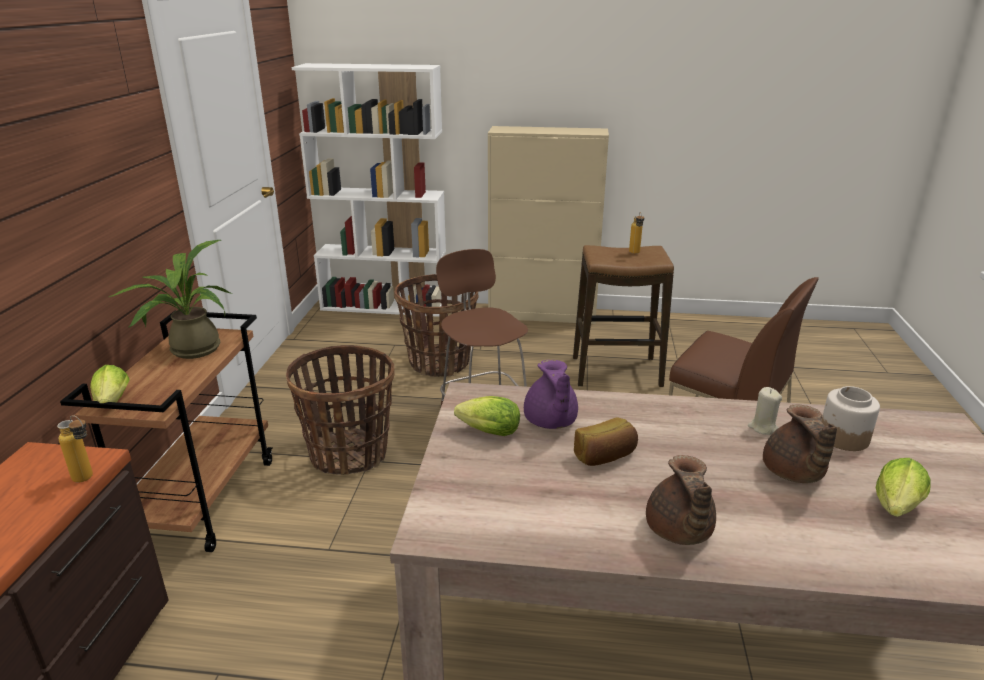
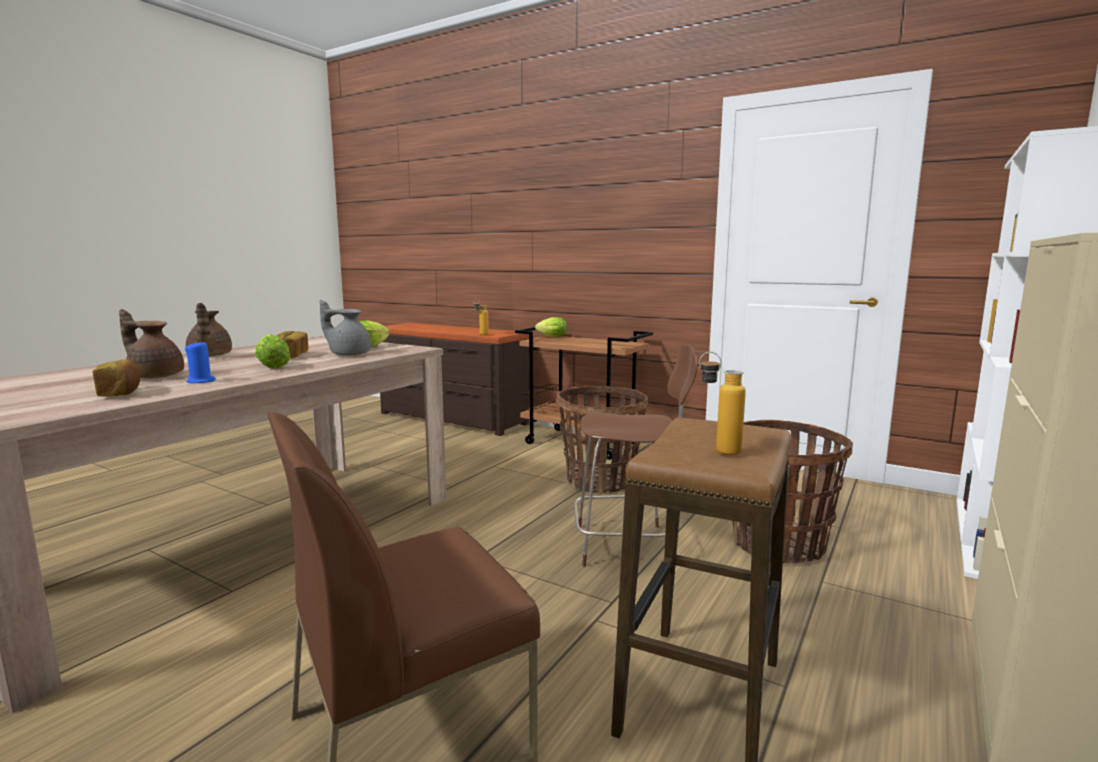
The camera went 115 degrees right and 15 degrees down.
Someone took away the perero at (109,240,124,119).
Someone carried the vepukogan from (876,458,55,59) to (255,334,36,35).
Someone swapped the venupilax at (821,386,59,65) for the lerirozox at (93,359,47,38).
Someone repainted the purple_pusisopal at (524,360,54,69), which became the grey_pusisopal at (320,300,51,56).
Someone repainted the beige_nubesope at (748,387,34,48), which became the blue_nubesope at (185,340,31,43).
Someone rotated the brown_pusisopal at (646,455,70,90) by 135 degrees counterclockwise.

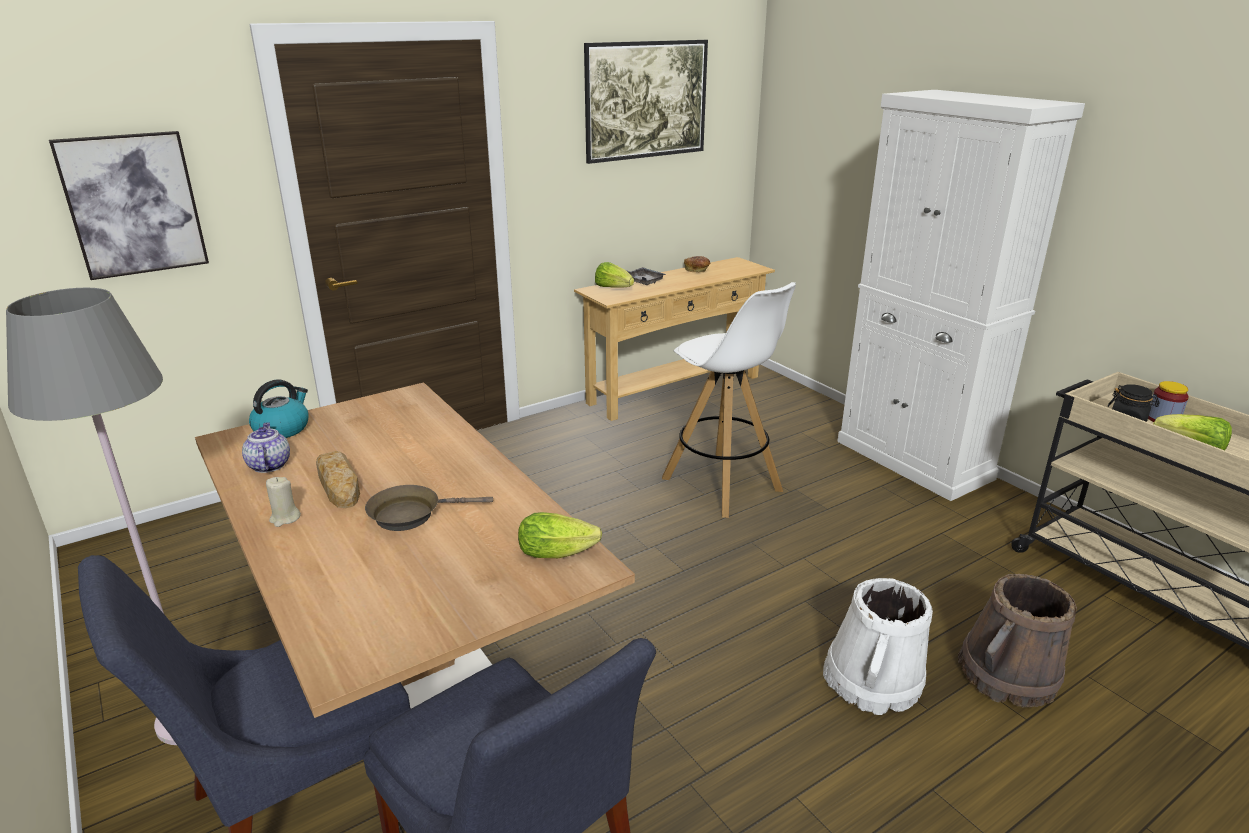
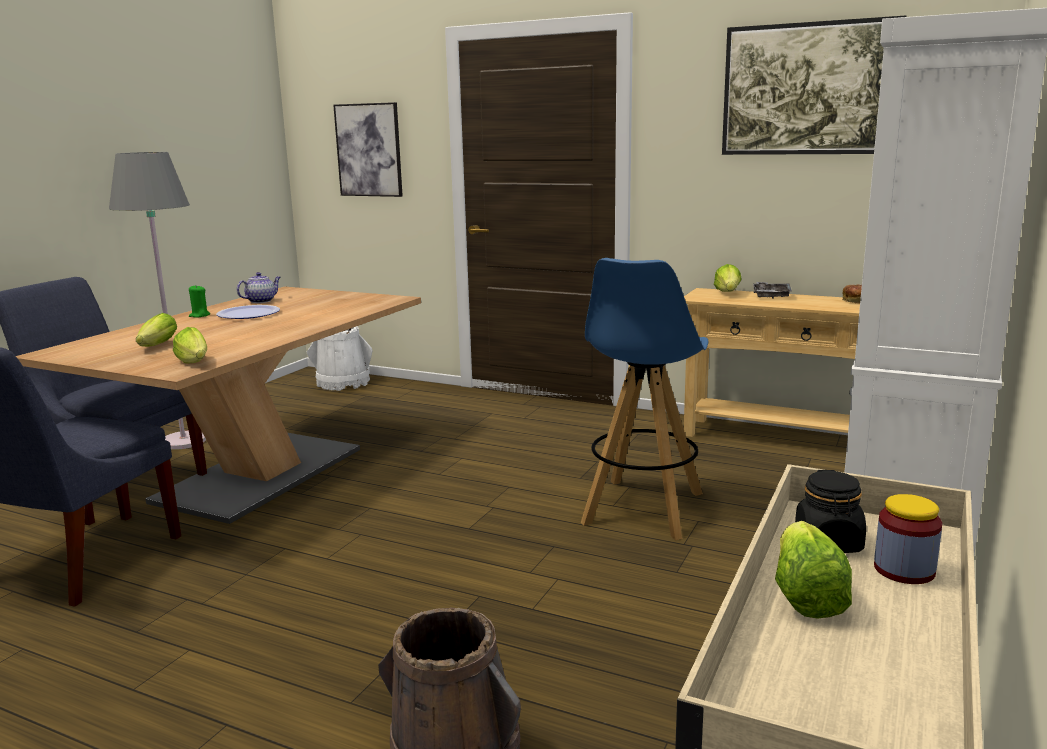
The camera went 60 degrees right and 10 degrees down.
Someone took away the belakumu at (249,379,60,59).
Someone took away the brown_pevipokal at (365,485,128,46).
Someone put down the vepukogan at (136,313,41,34).
Someone carried the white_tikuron from (823,578,110,137) to (307,326,66,65).
Someone swapped the lerirozox at (316,451,44,57) for the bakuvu at (216,305,64,14).
Someone repainted the beige_nubesope at (266,477,35,50), which became the green_nubesope at (189,286,21,31).
Someone repainted the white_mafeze at (662,282,134,236), which became the blue_mafeze at (581,258,127,282).

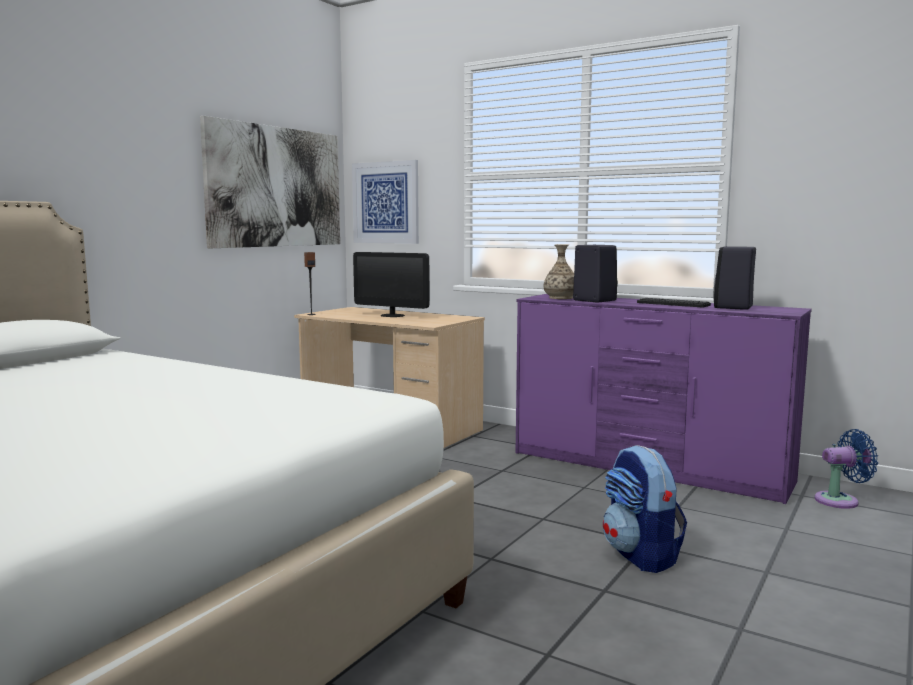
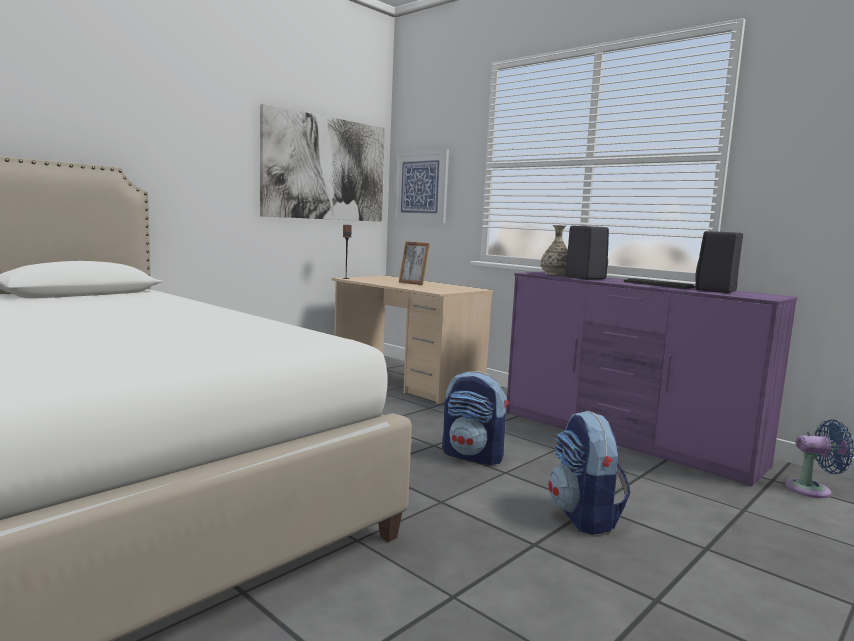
The camera went 10 degrees right and 0 degrees up.
Someone put down the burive at (442,371,67,94).
Someone swapped the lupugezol at (353,252,77,65) for the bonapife at (399,241,31,44).

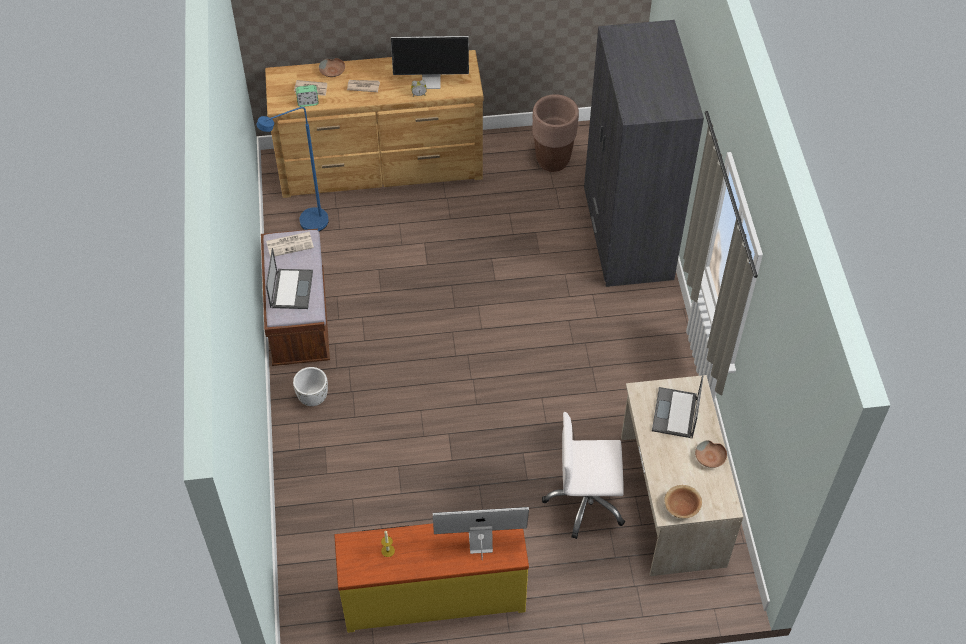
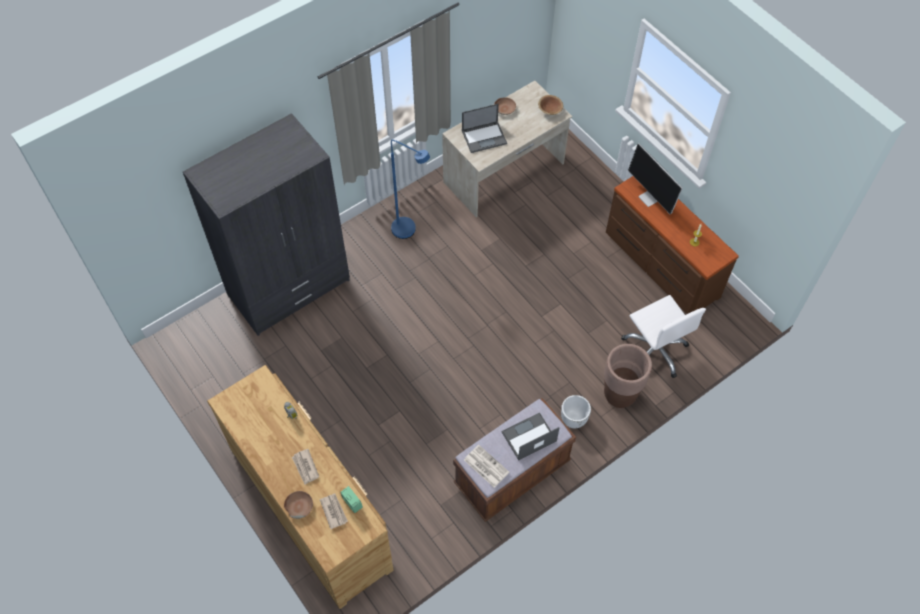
The camera went 120 degrees left and 5 degrees up.
Someone took away the lupugezol at (391,36,78,53).
Someone carried the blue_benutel from (256,107,73,124) to (391,139,39,100).
Someone carried the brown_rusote from (532,94,47,78) to (604,344,48,64).
Someone carried the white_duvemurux from (542,412,83,127) to (621,295,85,83).
Someone repainted the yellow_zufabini at (334,523,195,110), which became the brown_zufabini at (606,176,133,138).

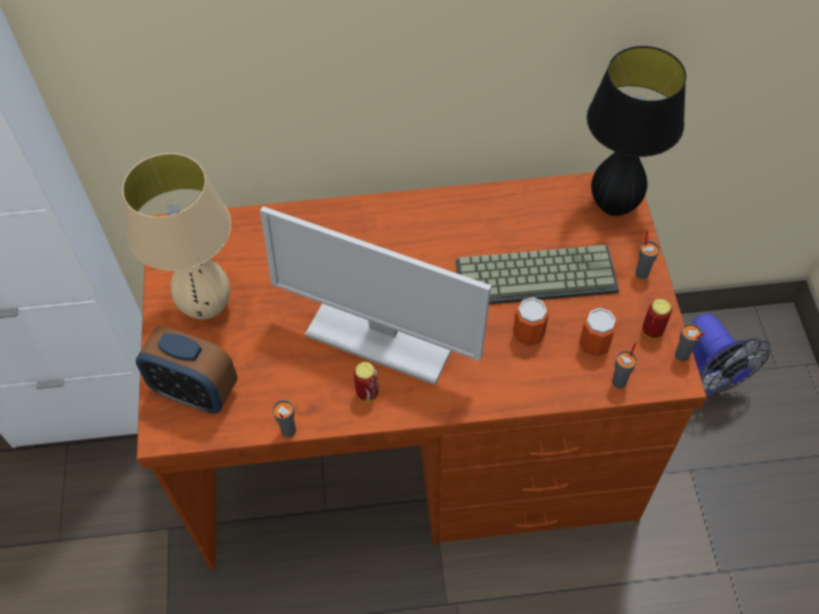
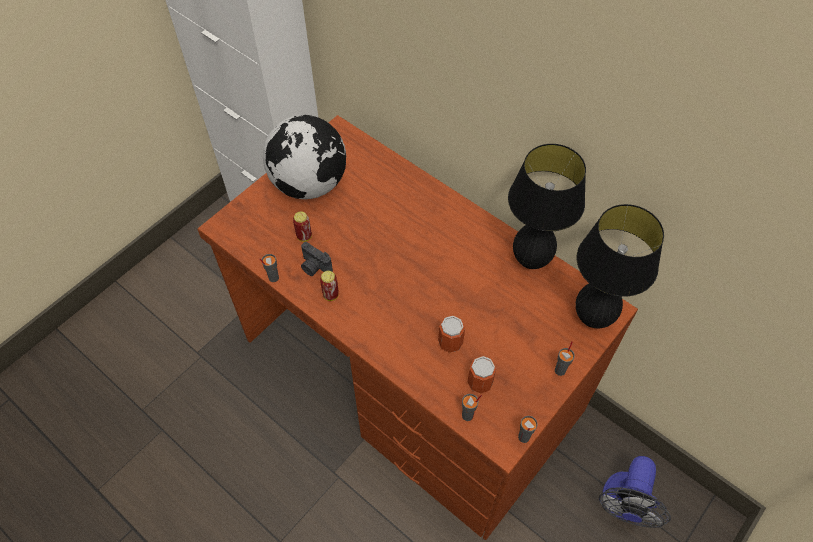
The camera went 45 degrees right and 0 degrees up.
Someone took away the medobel at (136,326,102,87).
Someone took away the lupugezol at (260,206,231,179).
Someone took away the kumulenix at (455,245,164,59).
Someone put down the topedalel at (301,242,32,34).
Someone put down the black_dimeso at (508,144,78,125).
Someone carried the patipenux from (642,299,30,40) to (293,212,19,30).
Someone swapped the beige_dimeso at (122,153,109,167) for the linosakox at (263,115,83,84).

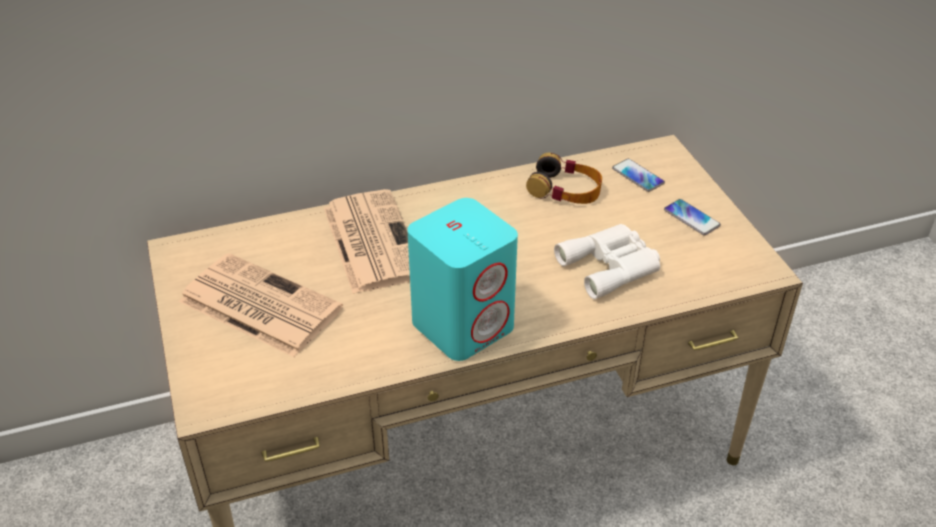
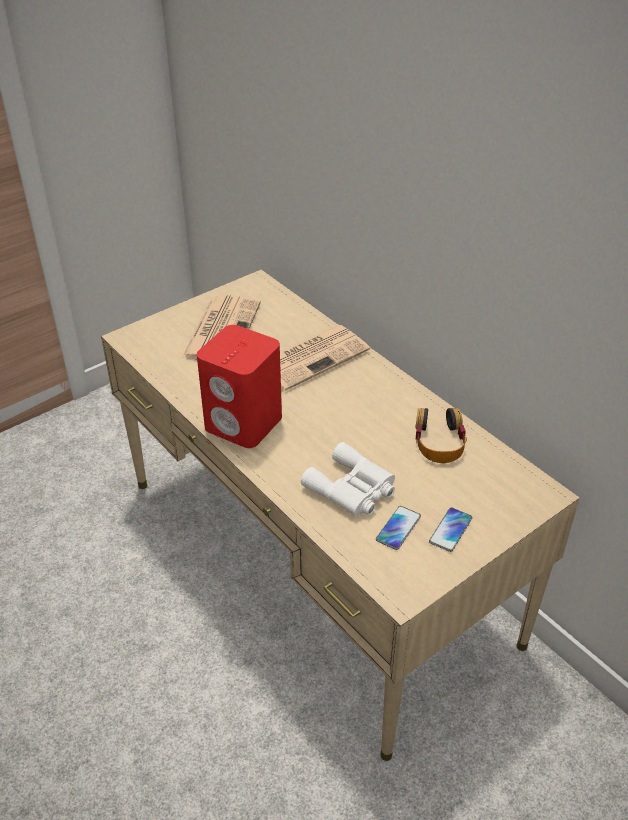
The camera went 70 degrees right and 0 degrees up.
Someone carried the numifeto from (612,159,53,33) to (376,506,45,44).
Someone repainted the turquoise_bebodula at (407,198,111,163), which became the red_bebodula at (197,325,85,123).

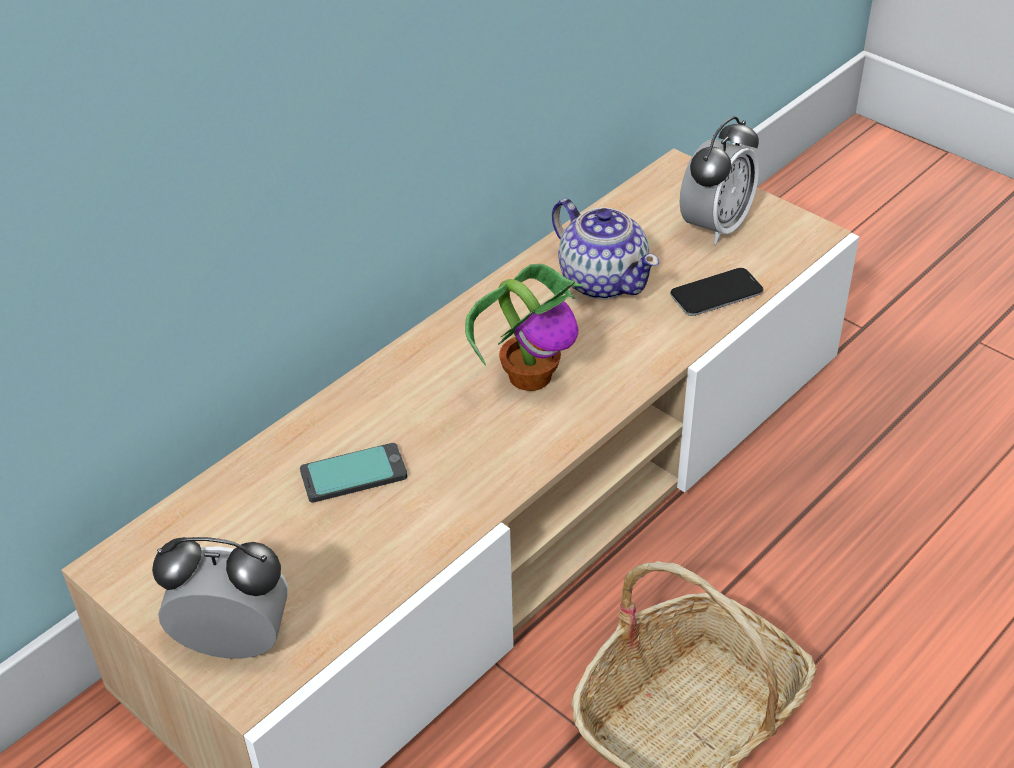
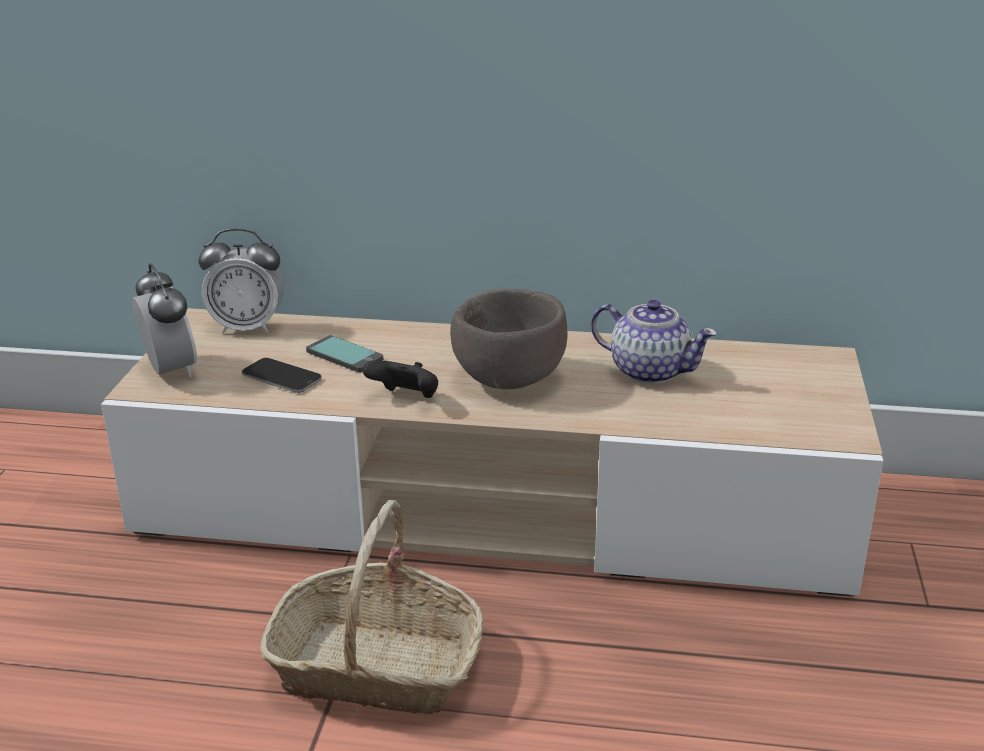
The camera went 55 degrees right and 15 degrees down.
Someone put down the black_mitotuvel at (363,361,75,37).
Someone carried the numifeto from (670,268,93,48) to (242,358,80,35).
Someone carried the medobel from (680,116,79,129) to (199,228,85,106).
Someone swapped the perero at (465,264,118,127) for the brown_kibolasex at (450,289,118,100).
Someone rotated the pusisopal at (552,199,107,100) by 75 degrees counterclockwise.

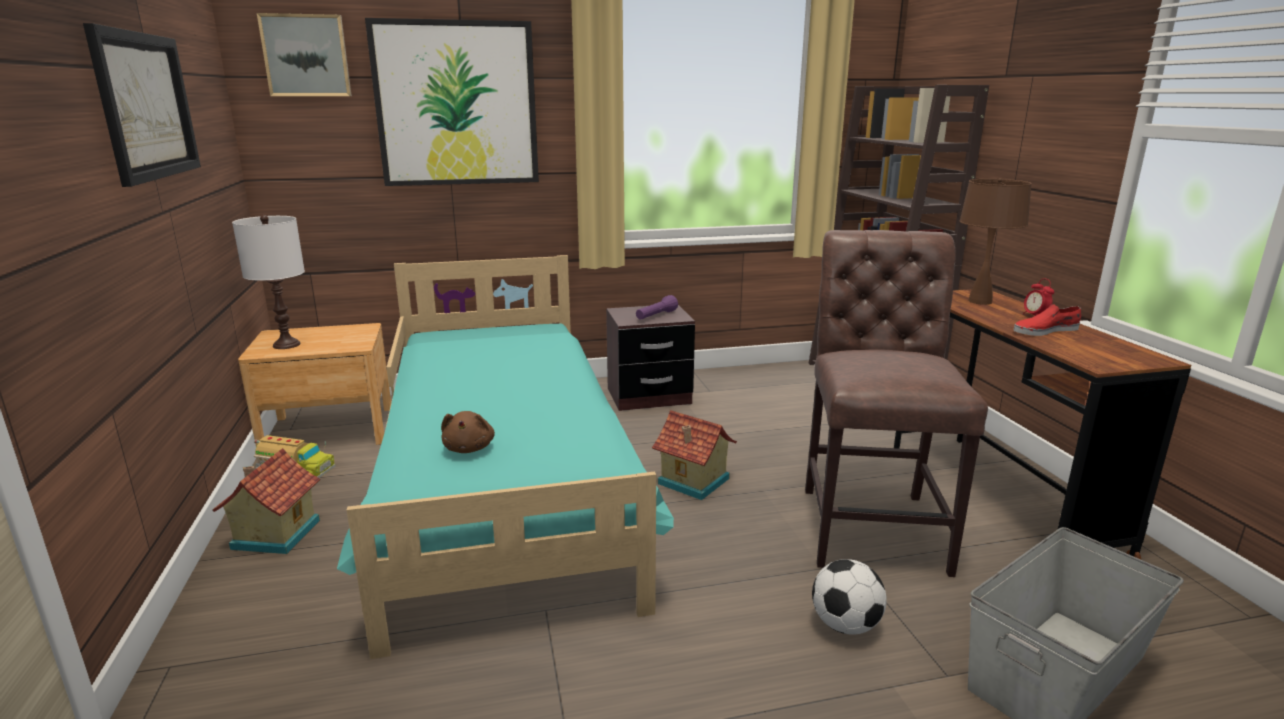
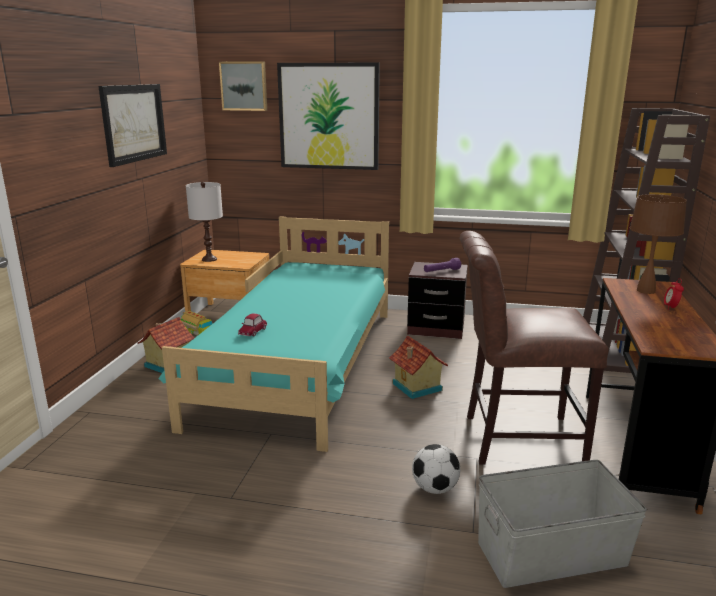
The camera went 25 degrees right and 0 degrees up.
Someone took away the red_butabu at (1014,304,67,32).
Someone swapped the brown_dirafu at (441,411,54,42) for the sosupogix at (238,313,29,23).
Someone rotated the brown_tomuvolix at (805,230,183,347) by 120 degrees counterclockwise.

